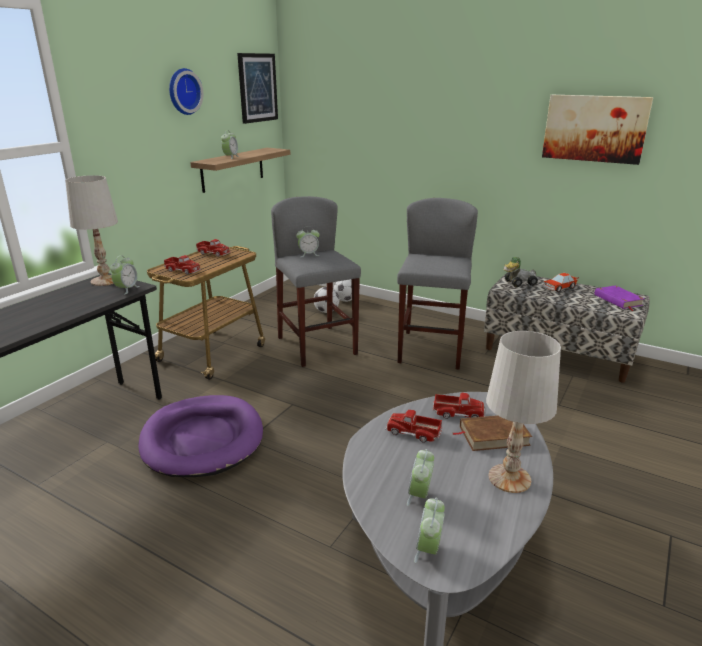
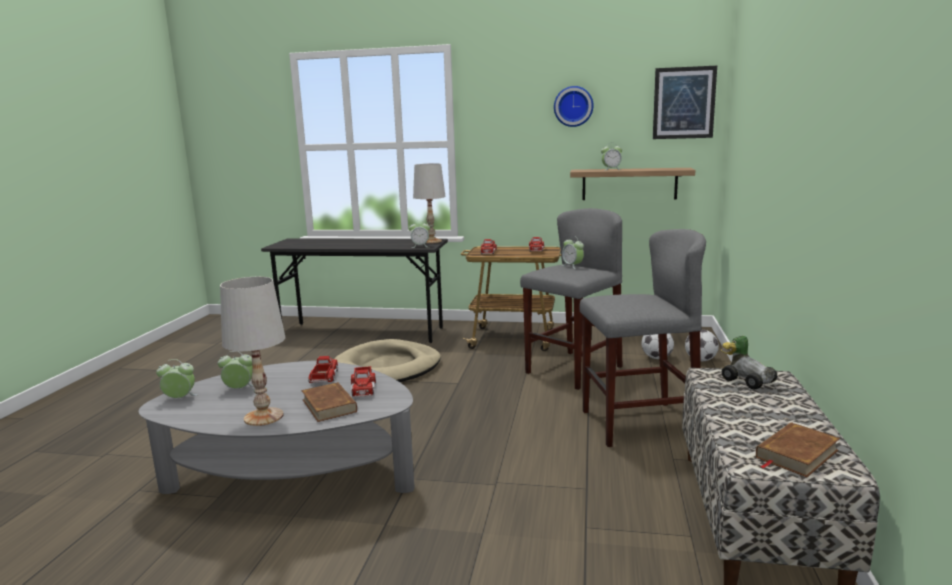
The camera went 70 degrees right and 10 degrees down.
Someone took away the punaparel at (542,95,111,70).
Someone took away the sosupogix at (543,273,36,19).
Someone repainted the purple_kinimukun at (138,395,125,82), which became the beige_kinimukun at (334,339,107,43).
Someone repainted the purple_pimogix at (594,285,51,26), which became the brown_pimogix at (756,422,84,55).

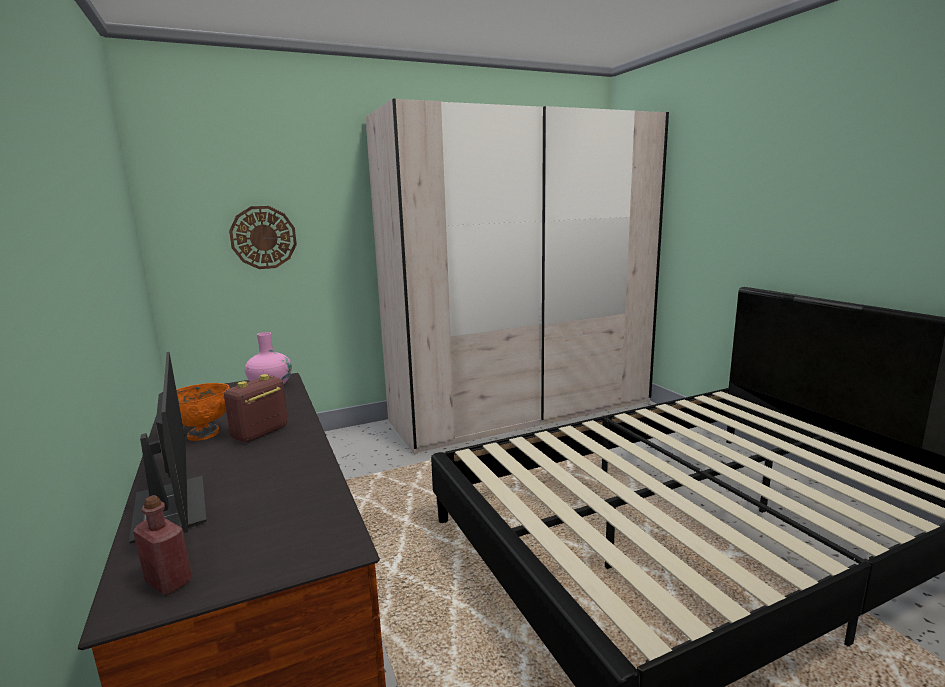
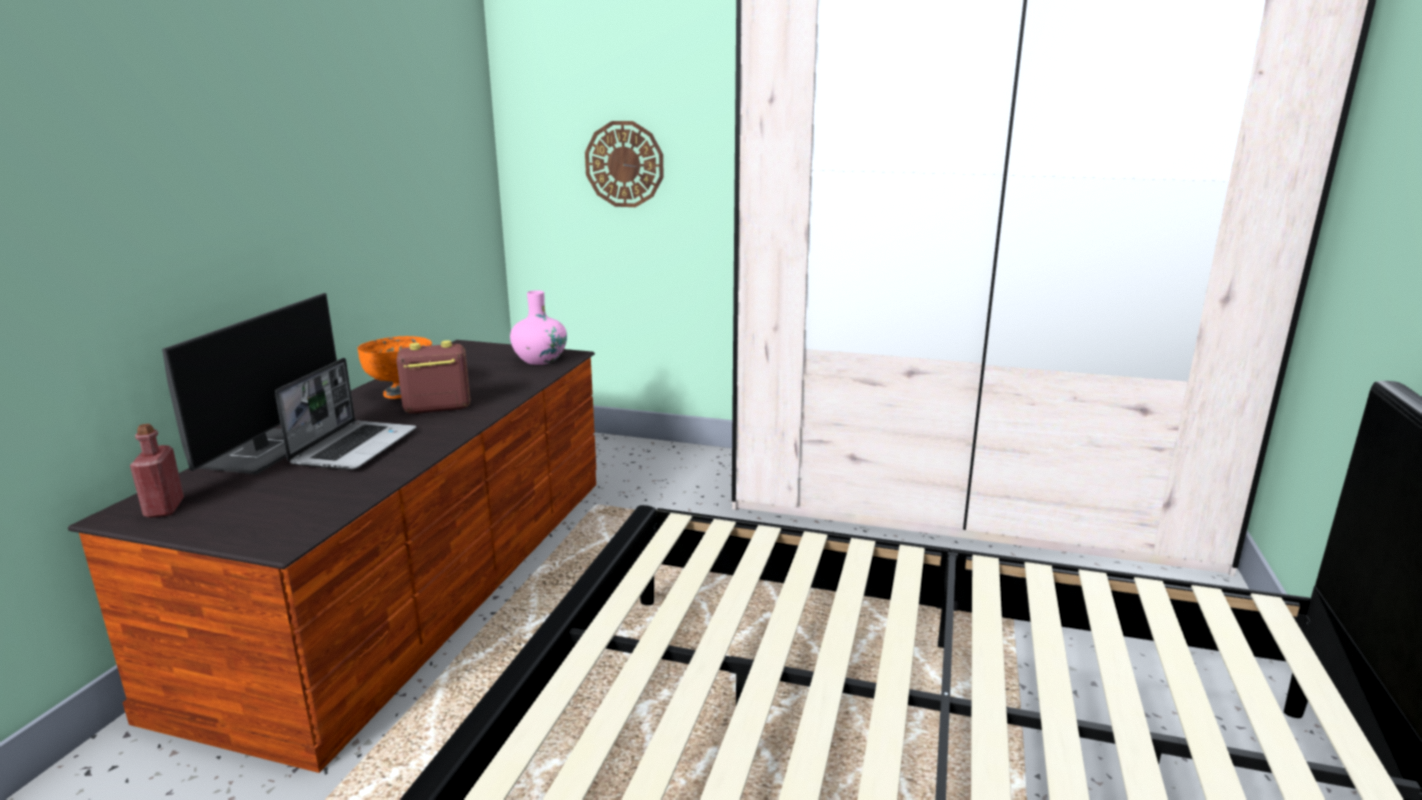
The camera went 40 degrees right and 5 degrees up.
Someone put down the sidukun at (275,358,141,112).

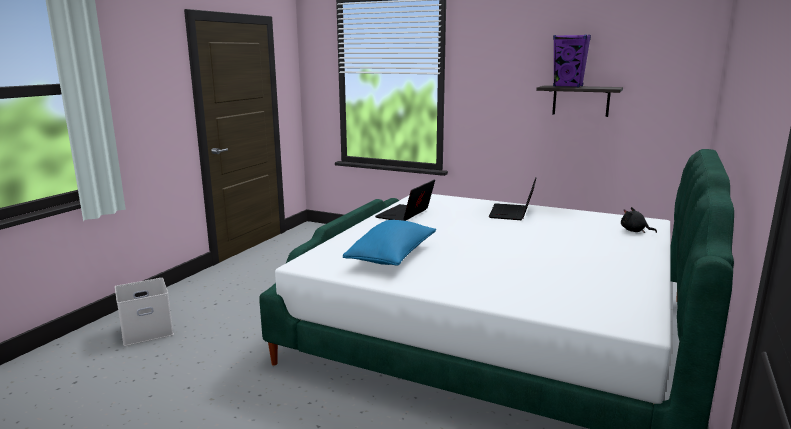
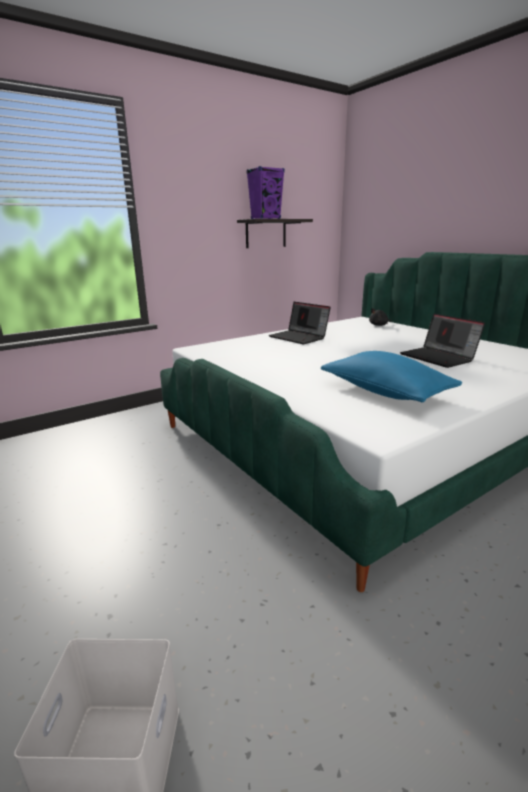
The camera went 60 degrees left and 5 degrees up.
Someone carried the sidukun from (375,179,60,42) to (400,313,85,55).

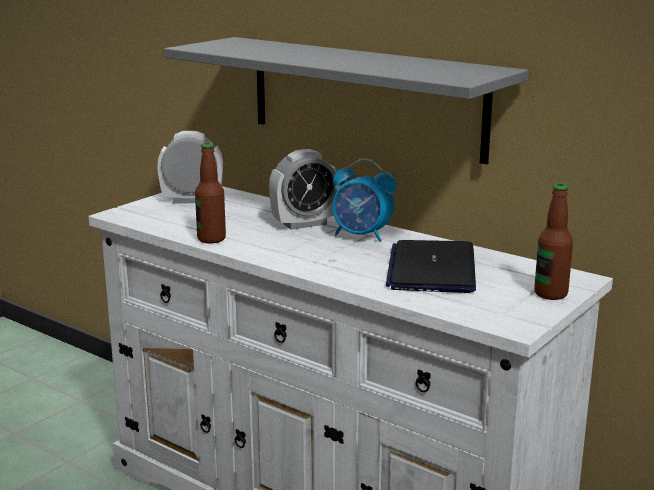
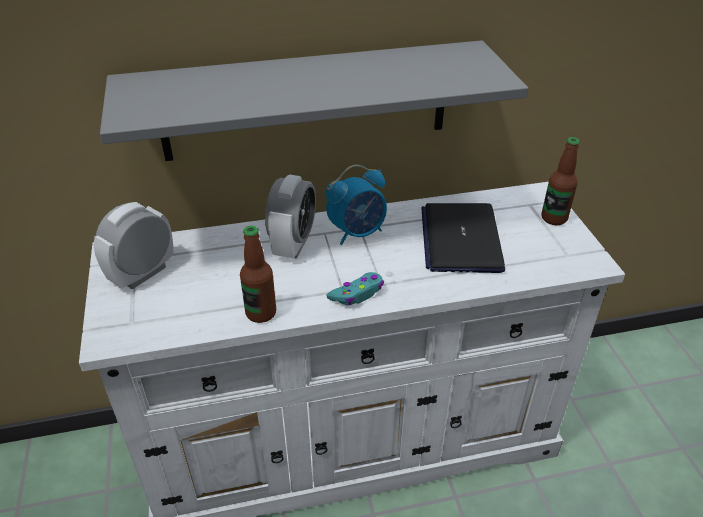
The camera went 50 degrees left and 20 degrees up.
Someone put down the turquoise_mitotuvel at (326,272,58,33).
Someone rotated the sidukun at (386,240,90,53) by 45 degrees clockwise.

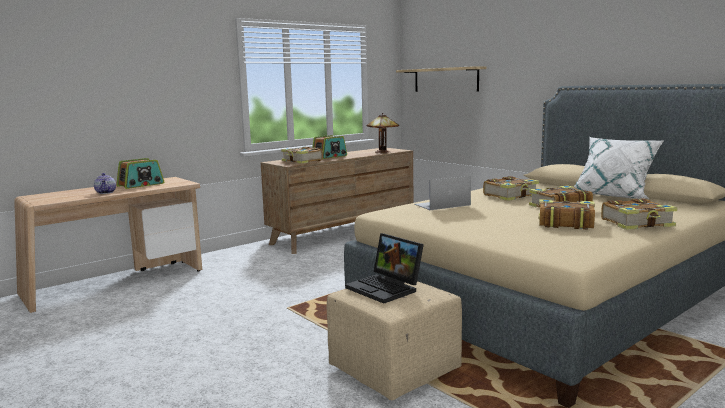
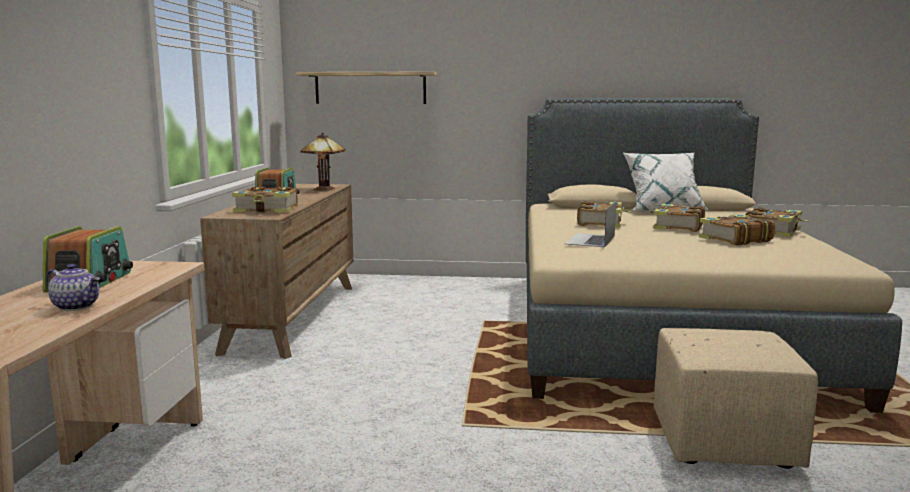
The camera went 45 degrees left and 0 degrees up.
Someone took away the sidukun at (345,233,79,71).

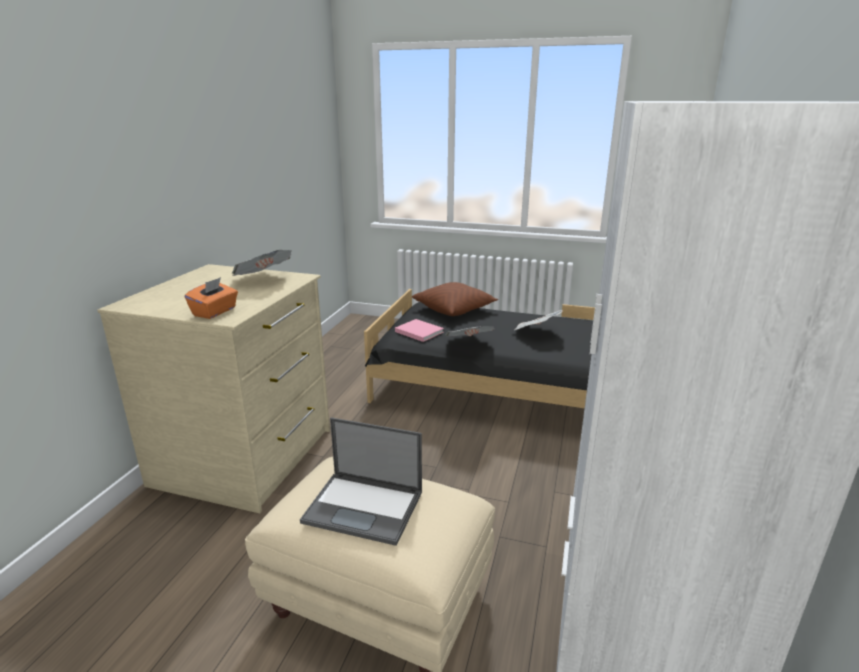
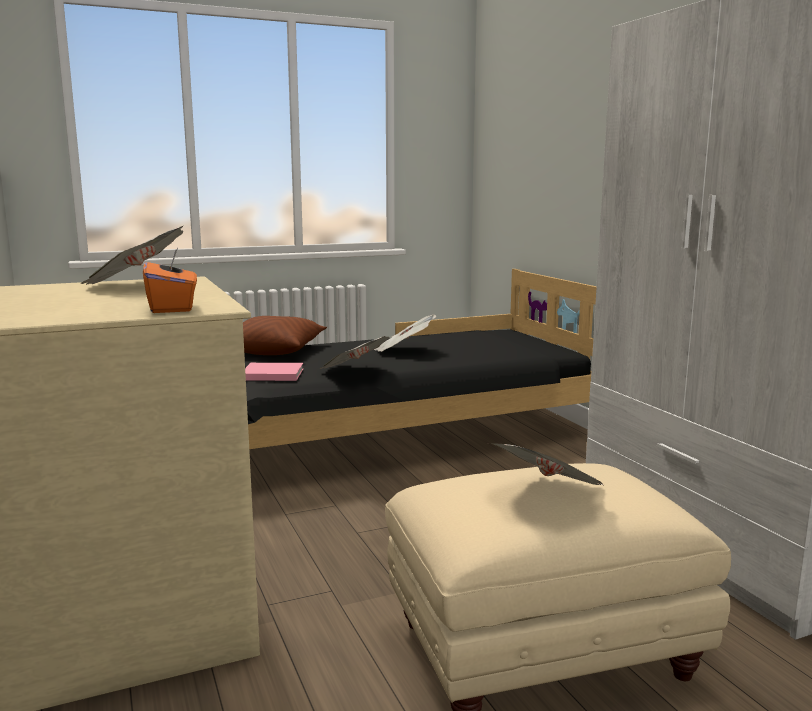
The camera went 40 degrees left and 10 degrees down.
Someone swapped the sidukun at (300,418,122,128) for the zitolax at (489,443,115,42).

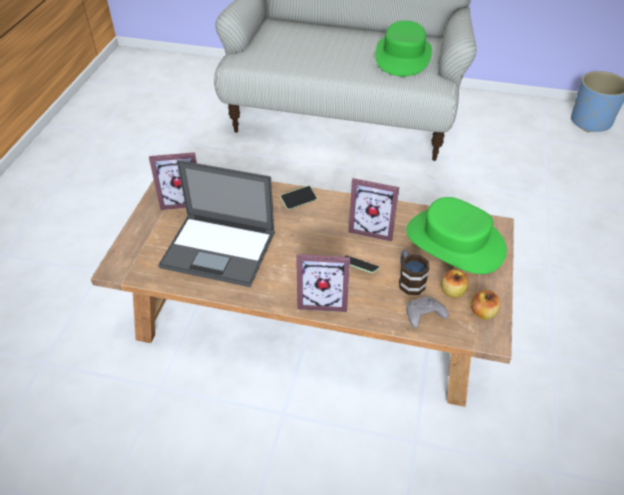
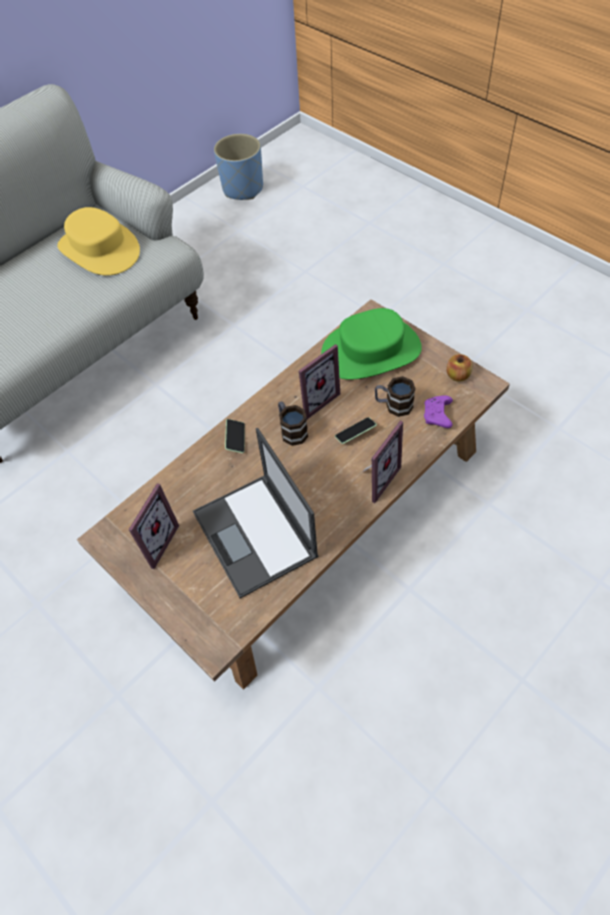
The camera went 55 degrees left and 10 degrees up.
Someone took away the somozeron at (441,269,28,29).
Someone put down the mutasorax at (278,401,30,45).
Someone repainted the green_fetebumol at (375,20,57,57), which became the yellow_fetebumol at (57,207,83,69).
Someone repainted the grey_mitotuvel at (406,297,43,31), which became the purple_mitotuvel at (424,396,29,32).
Someone rotated the sidukun at (158,160,117,127) by 105 degrees clockwise.

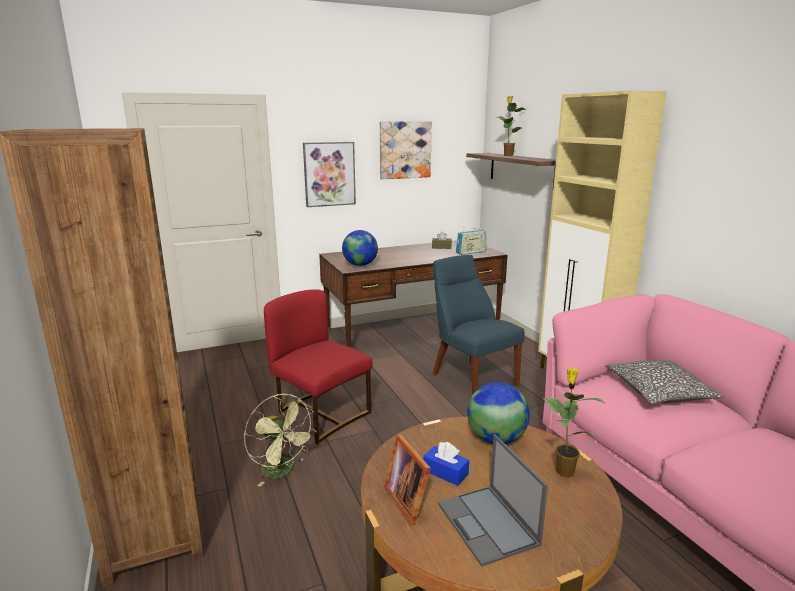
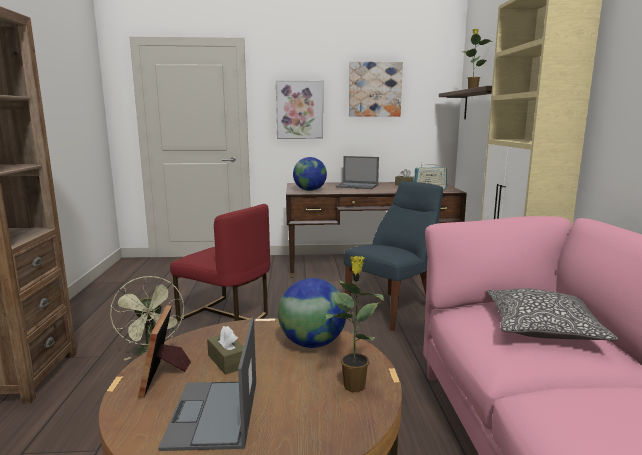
The camera went 20 degrees right and 5 degrees down.
Someone put down the sidukun at (336,156,43,33).
Someone repainted the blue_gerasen at (423,442,46,44), which became the brown_gerasen at (207,326,36,49).
Someone rotated the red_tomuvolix at (264,289,108,155) by 150 degrees clockwise.
Someone rotated the blue_tomuvolix at (432,255,93,140) by 60 degrees clockwise.

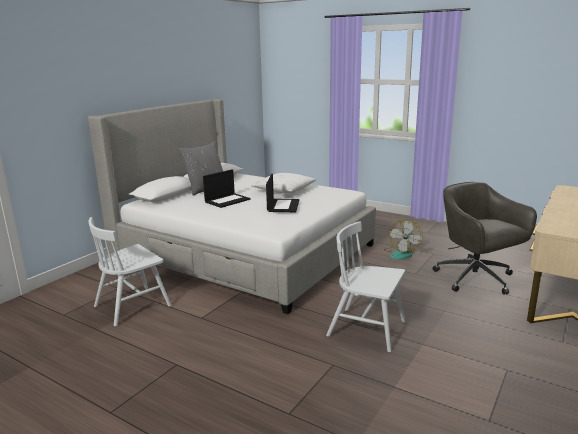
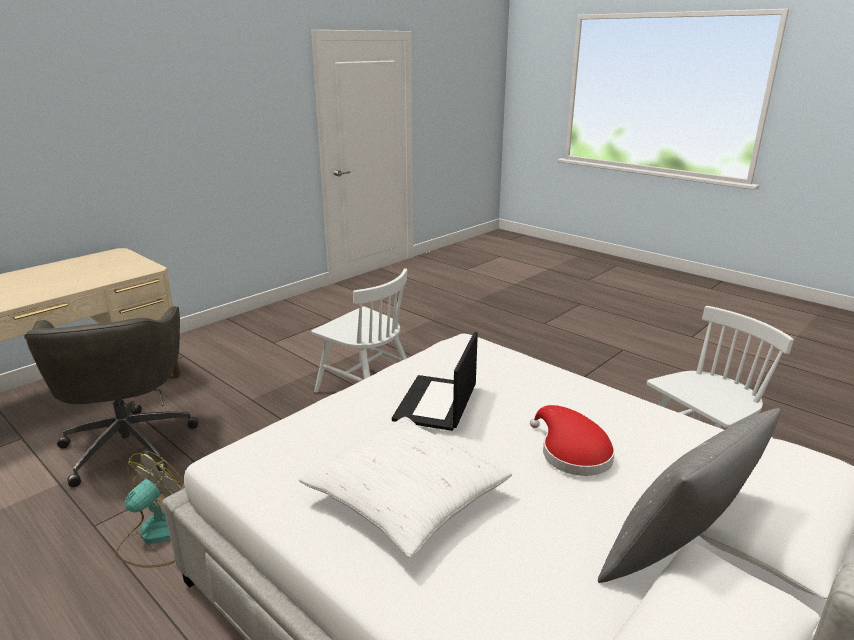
The camera went 170 degrees left and 5 degrees up.
Someone swapped the sidukun at (203,169,48,39) for the red_fetebumol at (530,405,85,71).

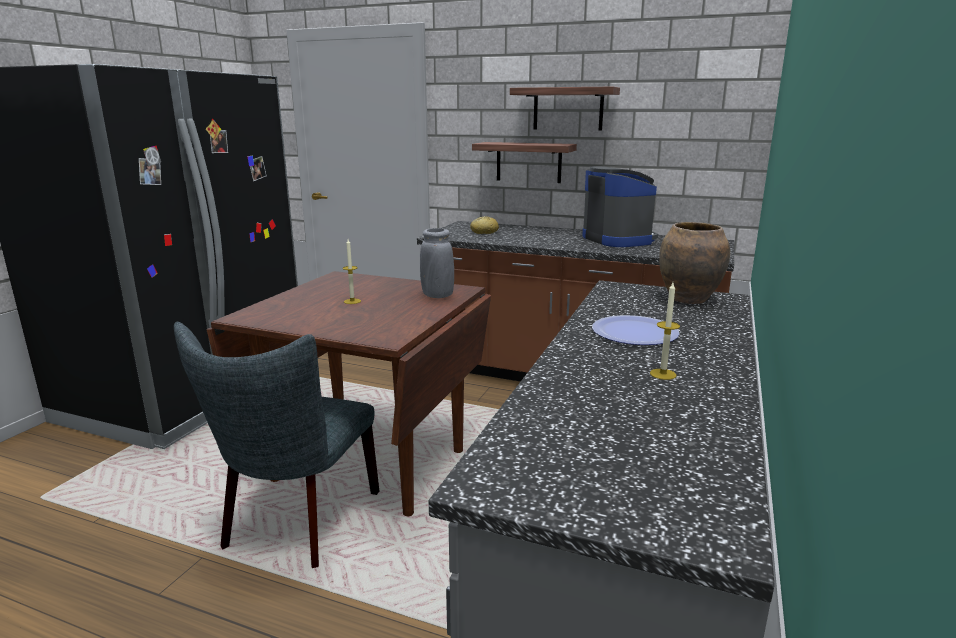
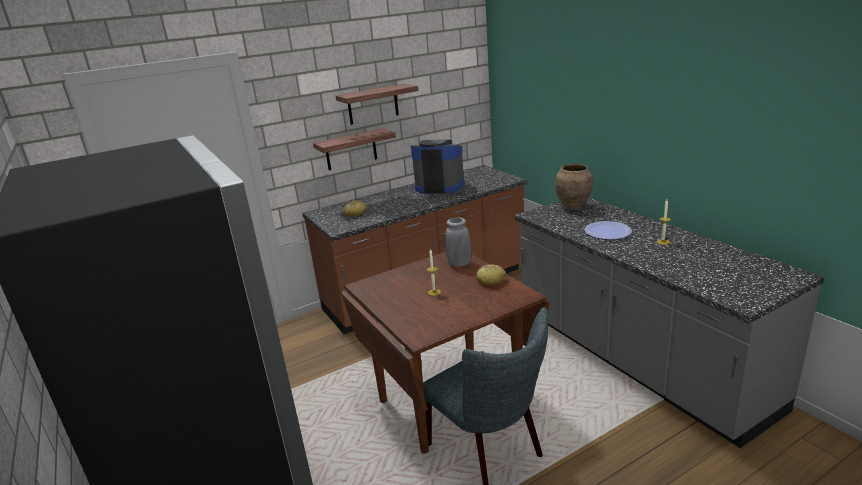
The camera went 50 degrees left and 5 degrees up.
Someone put down the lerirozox at (476,264,30,22).

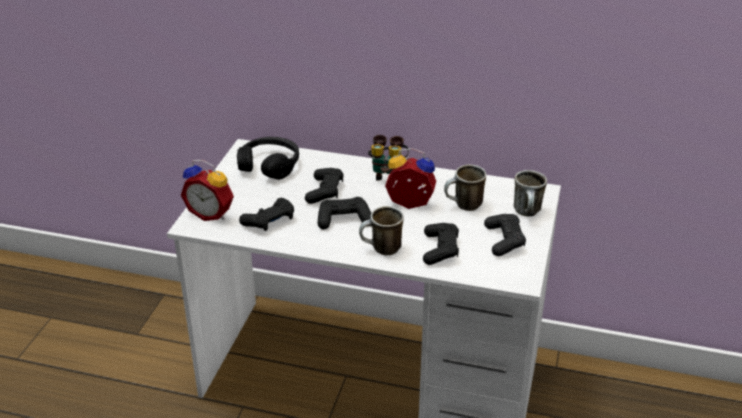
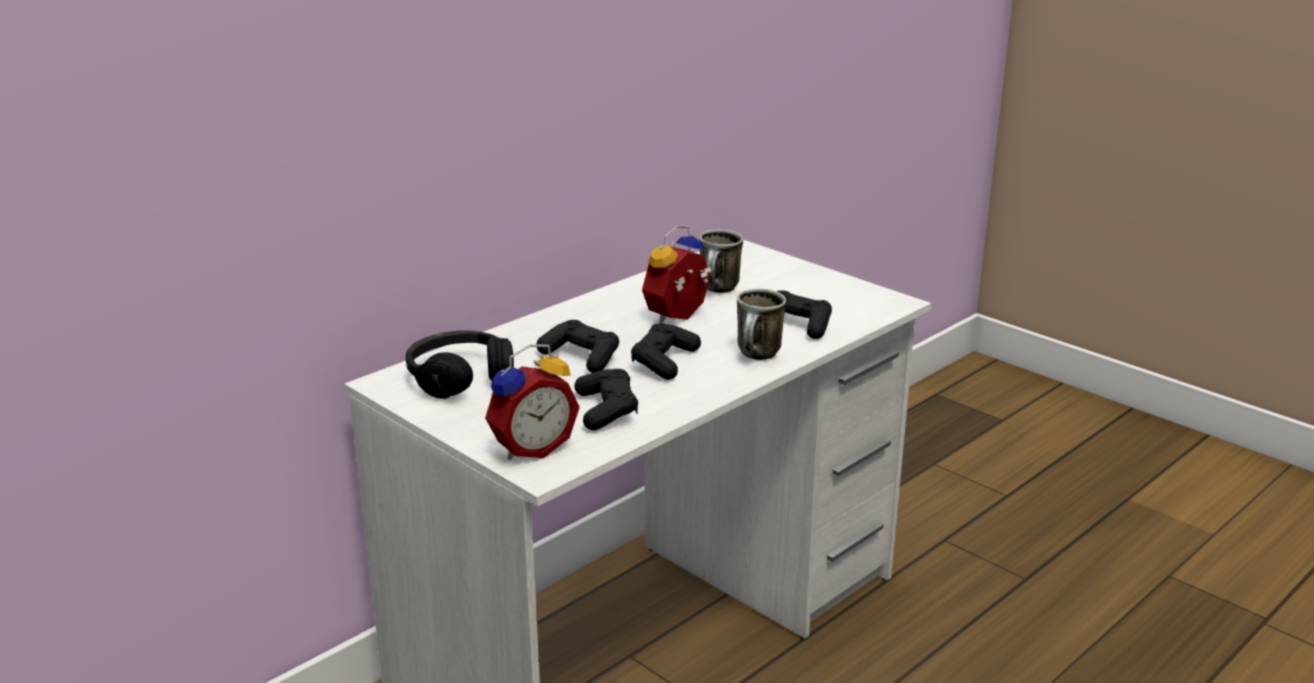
The camera went 60 degrees left and 10 degrees down.
Someone took away the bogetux at (368,135,41,46).
Someone took away the black_mitotuvel at (484,214,42,42).
Someone took away the mutasorax at (513,170,34,47).

